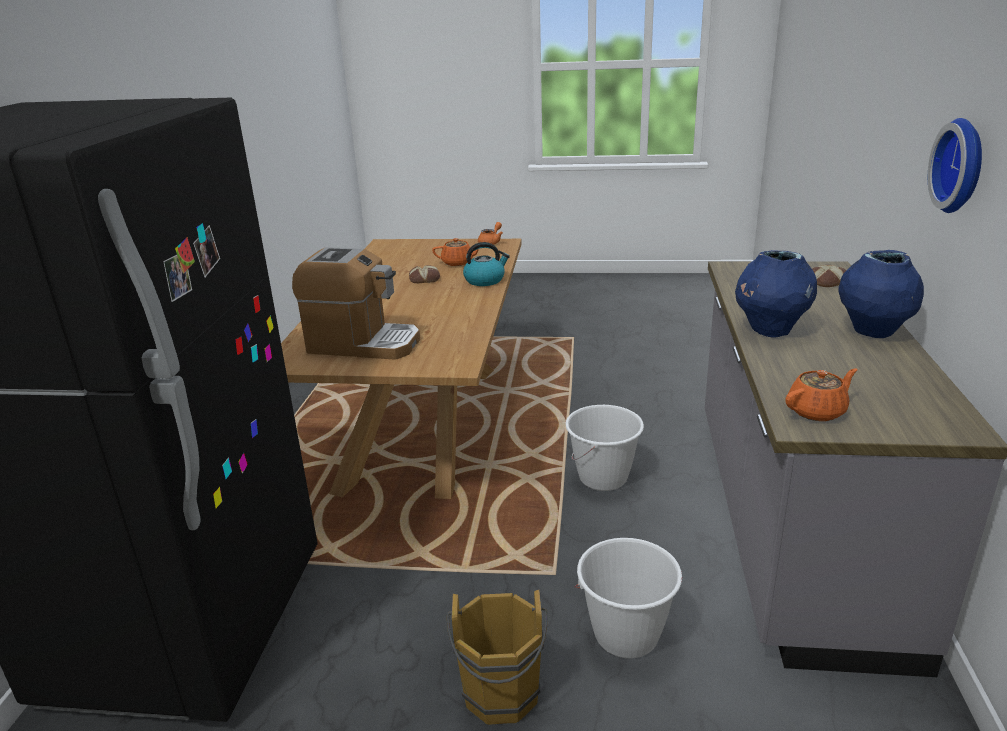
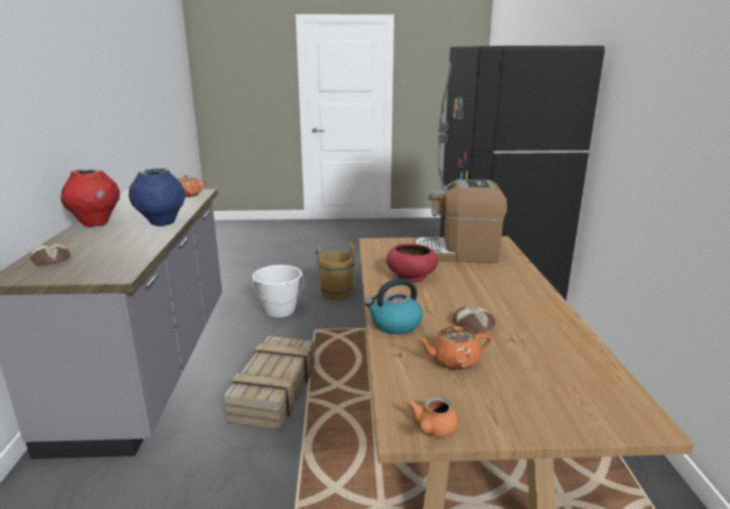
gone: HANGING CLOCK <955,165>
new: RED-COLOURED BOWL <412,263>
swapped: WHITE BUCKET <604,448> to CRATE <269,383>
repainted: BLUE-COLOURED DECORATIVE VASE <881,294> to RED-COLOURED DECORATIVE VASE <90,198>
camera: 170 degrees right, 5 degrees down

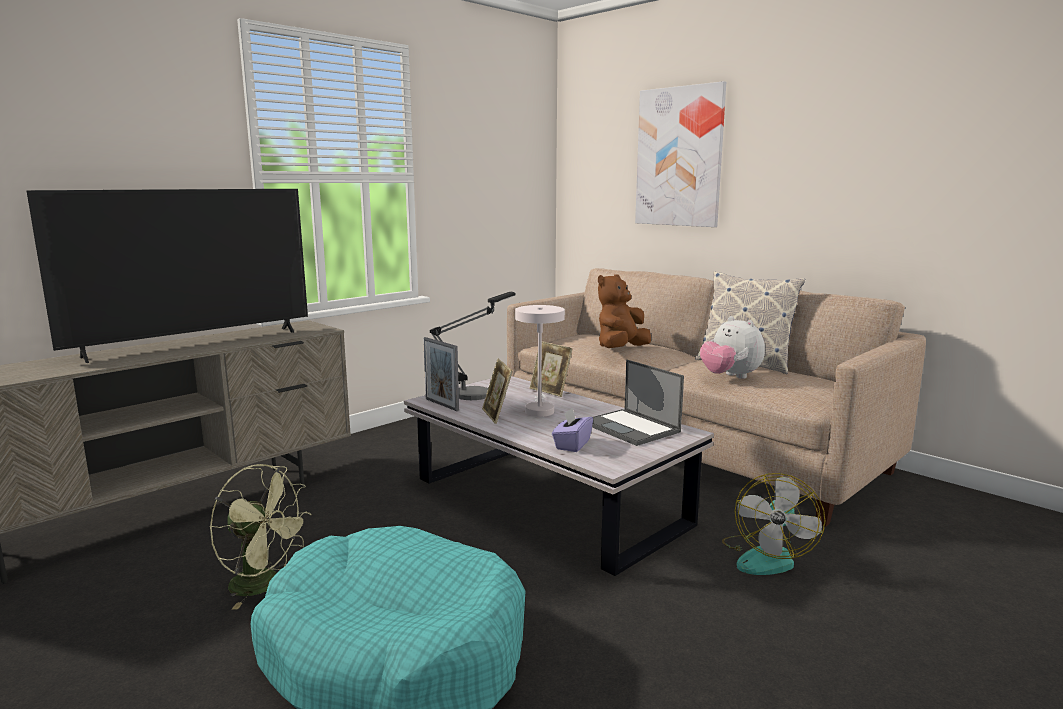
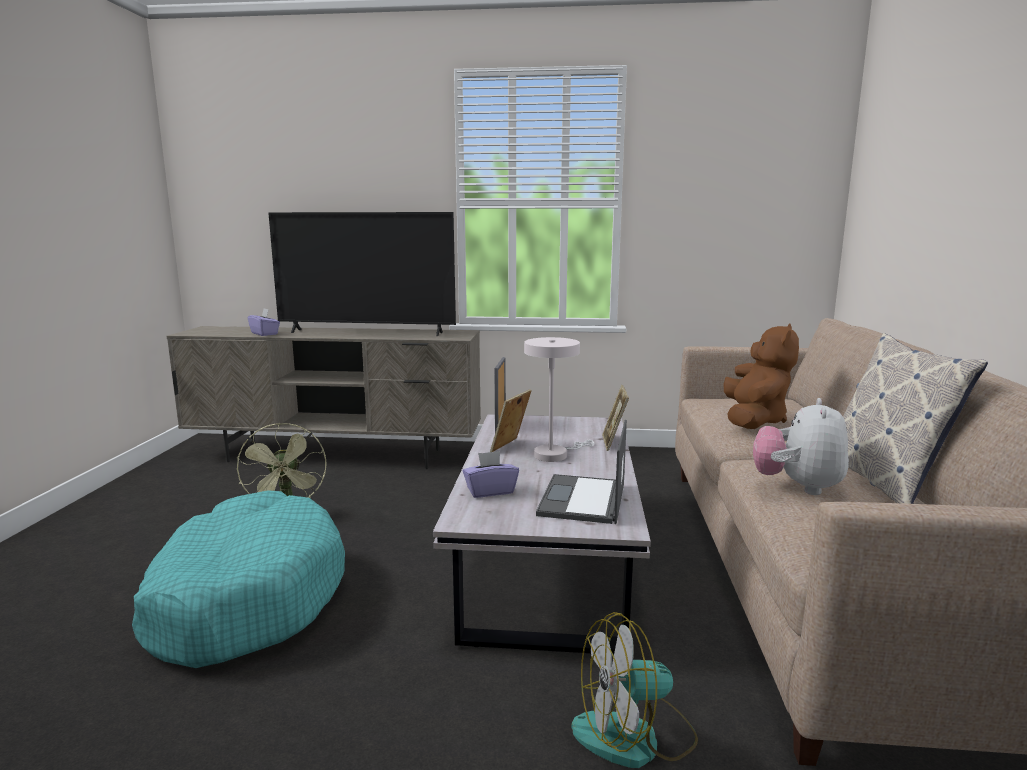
gone: WALL ART <680,154>; LAMP FOR A TABLE <473,346>
new: PURPLE-COLOURED BOX OF TISSUES <264,322>
rotated: BROWN-COLOURED PLUSH TOY <624,311> = <761,376> 105 degrees clockwise
camera: 50 degrees right, 0 degrees up

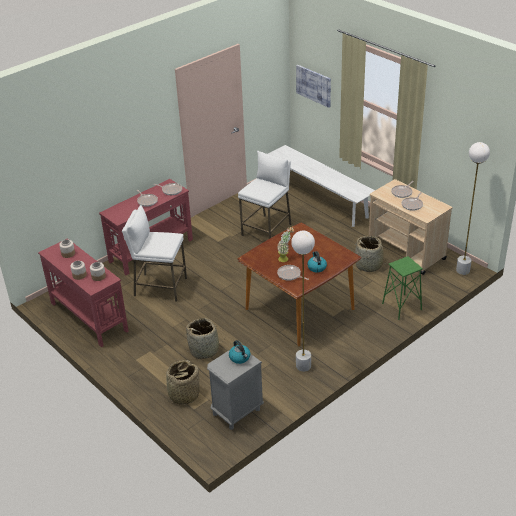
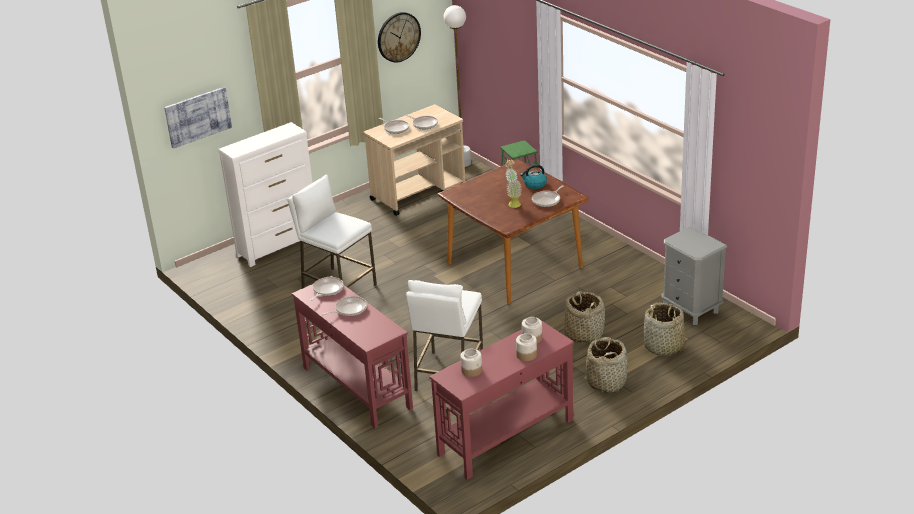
gone: WHITE STANDING LAMP <303,301>; KETTLE <239,352>
new: HANGING CLOCK <399,37>
shifted: STORAGE BASKET <372,254> to <607,365>
swapped: WHITE LONG SEAT <321,186> to WHITE DRAWER CHEST <265,194>
camera: 85 degrees left, 5 degrees down

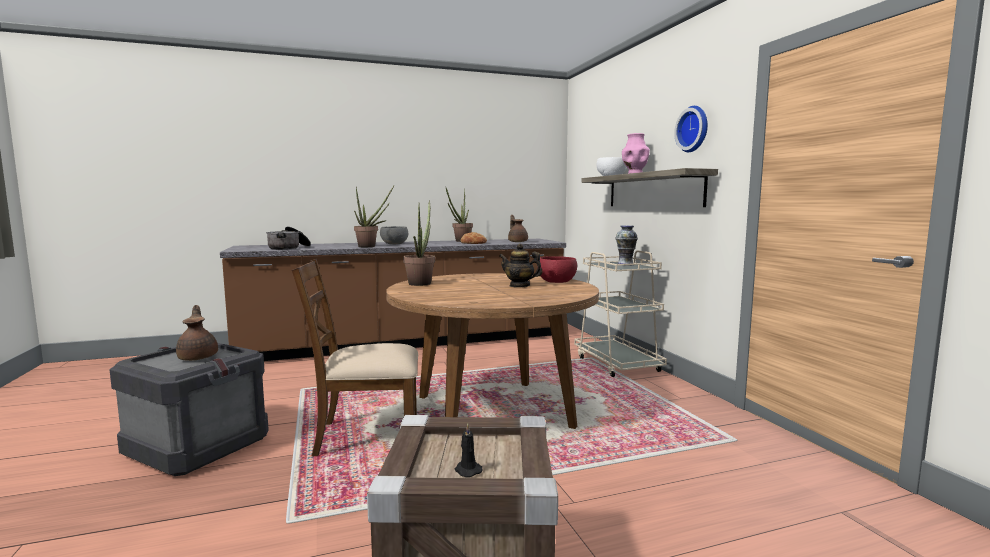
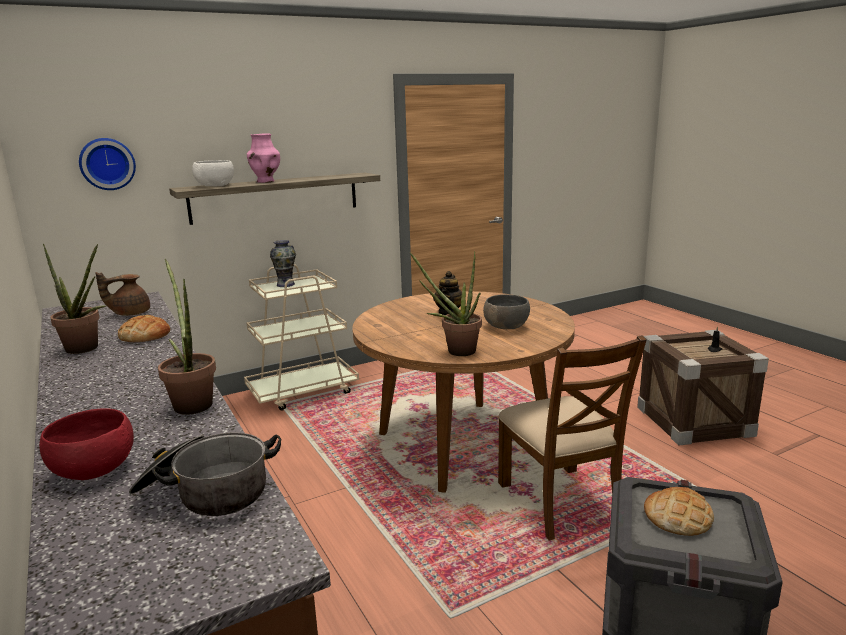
shifted: HANGING CLOCK <691,129> to <107,164>; GREY BOWL <394,235> to <506,312>; RED-COLOURED BOWL <557,269> to <86,444>
swapped: BROWN-COLOURED POT FOR TEA <197,333> to BAKED BREAD <679,511>
camera: 100 degrees left, 10 degrees up

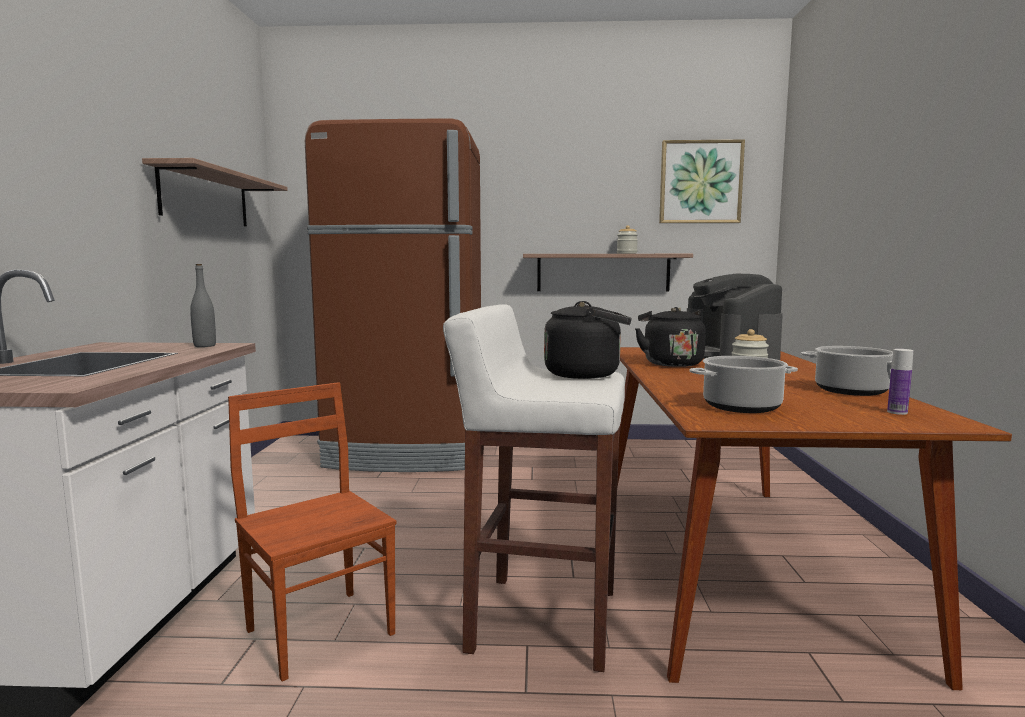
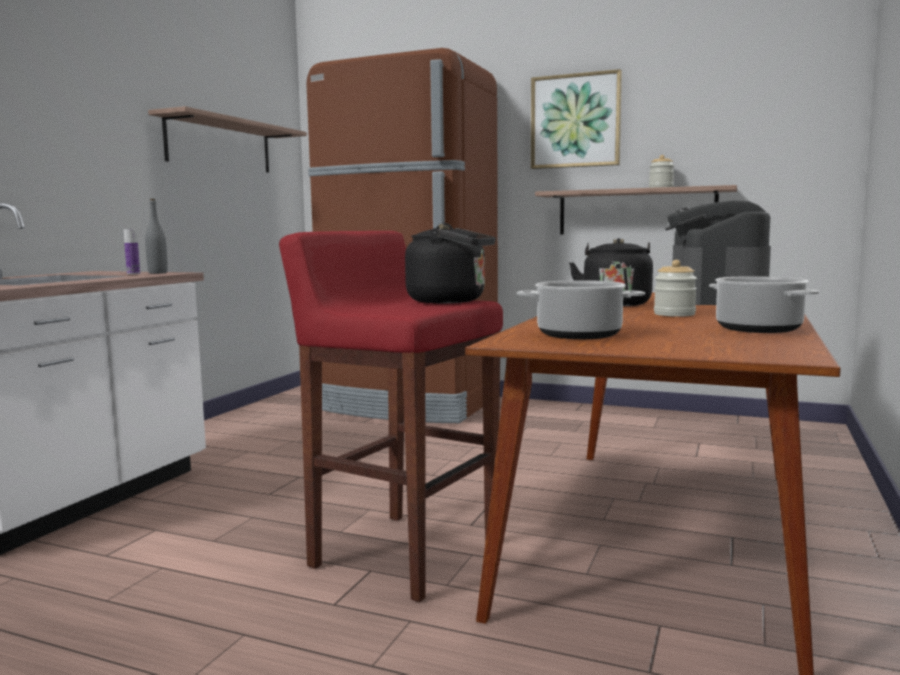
gone: BROWN-COLOURED PLAIN CHAIR <312,531>
shifted: WALL ART <702,181> to <576,119>; DRINK BOTTLE <900,382> to <132,251>
repainted: WHITE STOOL SEAT <534,488> to RED-COLOURED STOOL SEAT <391,416>
camera: 20 degrees right, 0 degrees up

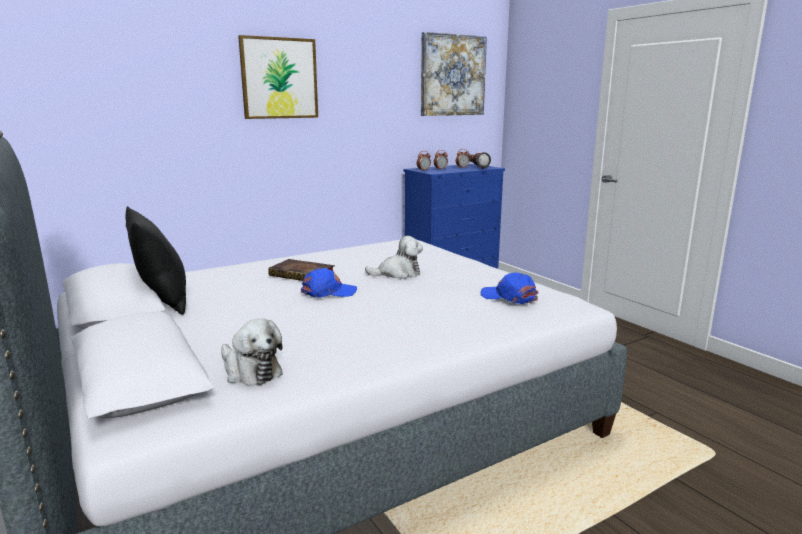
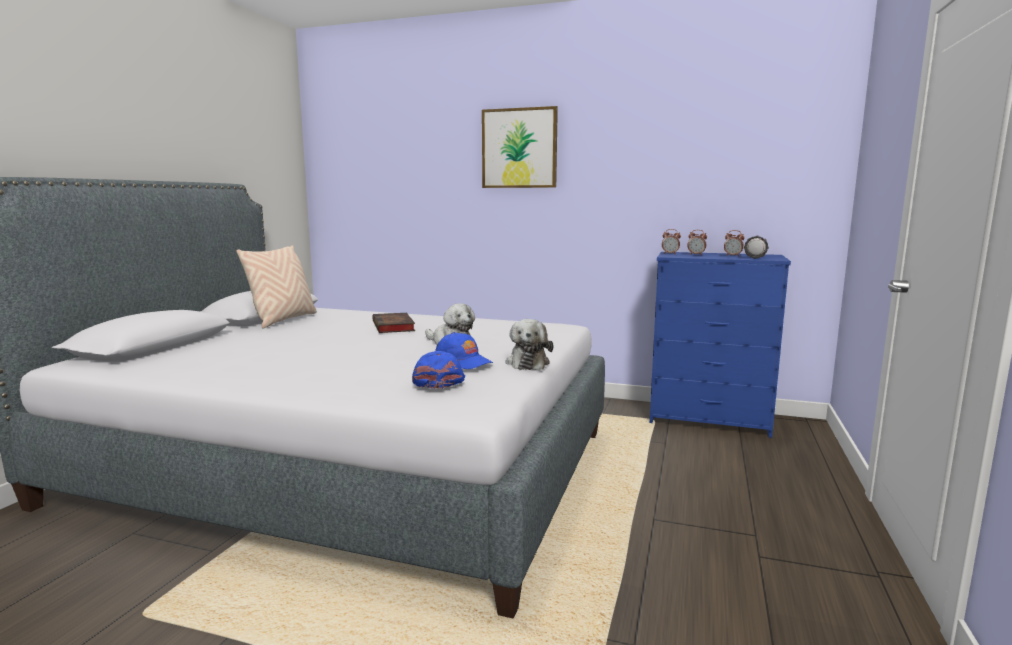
gone: WALL ART <454,74>
shifted: BLUE-COLOURED BASEBALL CAP <329,283> to <464,350>; PLUSH TOY <252,352> to <530,344>
repainted: BLACK-COLOURED CUSHION <156,260> to BEIGE-COLOURED CUSHION <276,287>
camera: 50 degrees right, 5 degrees down

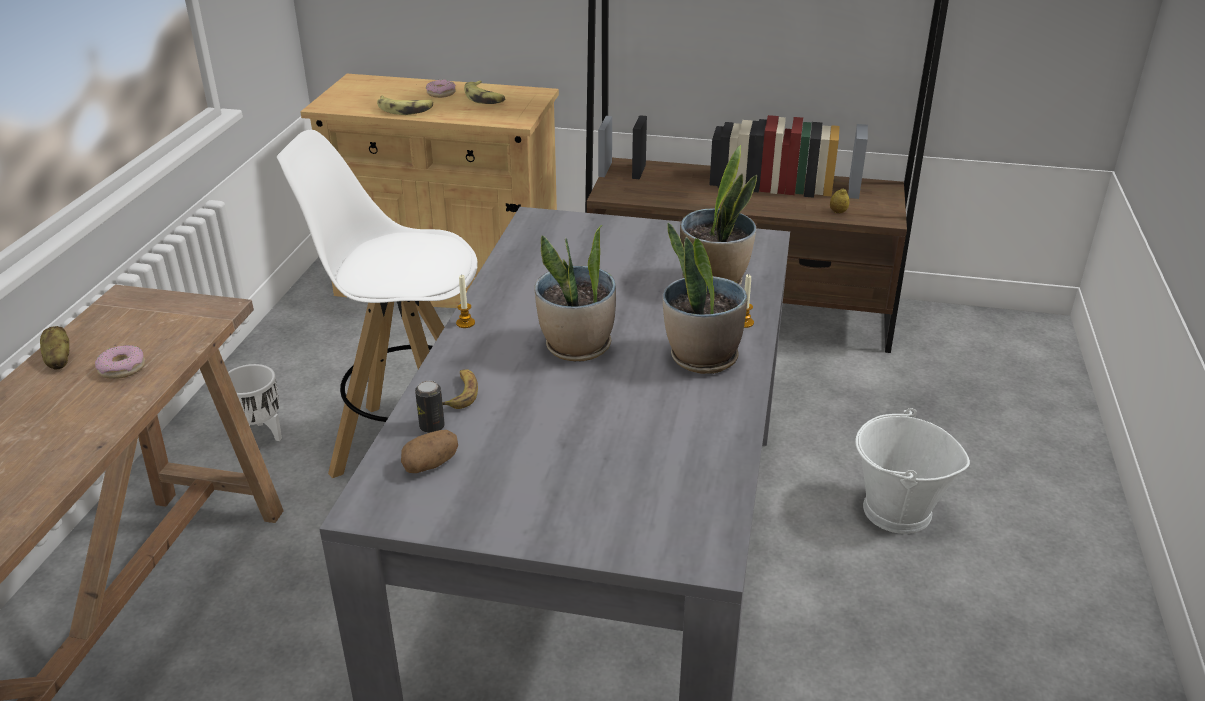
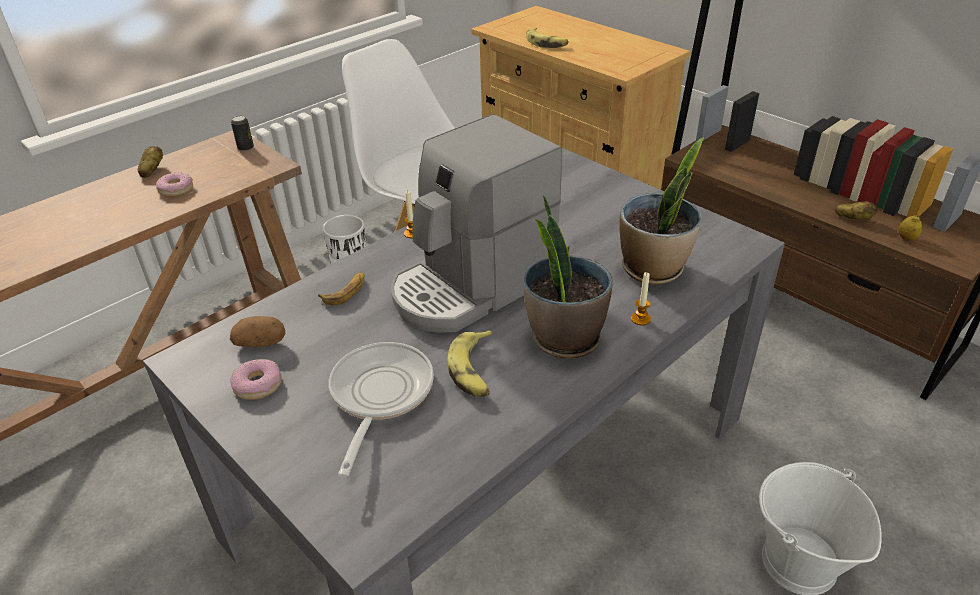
new: POTATO <856,210>; SKILLET <381,409>
shifted: DOUGHNUT <441,88> to <255,379>; WHOLE BANANA <484,92> to <470,363>; SEALED CAN <430,407> to <242,133>
swapped: HOUSEPLANT <575,293> to COFFEE MACHINE <476,223>
camera: 35 degrees right, 5 degrees up

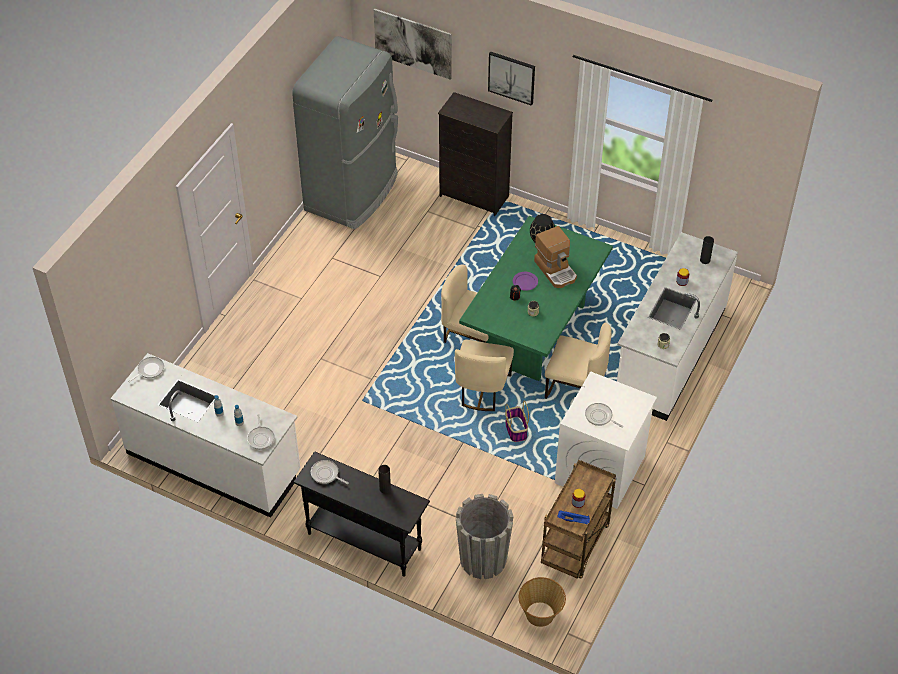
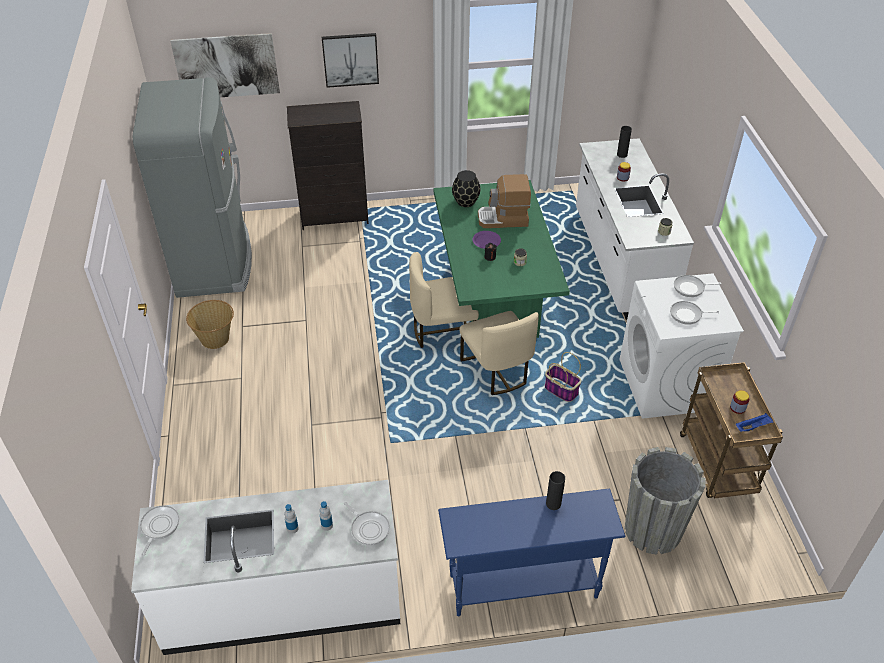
gone: BEIGE-COLOURED PLAIN CHAIR <578,361>
shifted: SKILLET <330,472> to <697,286>; STORAGE BASKET <542,602> to <210,324>
repainted: BLACK-COLOURED CONSOLE TABLE <361,514> to BLUE-COLOURED CONSOLE TABLE <532,552>
rotated: COFFEE MACHINE <555,257> = <504,201> 150 degrees clockwise
camera: 35 degrees left, 5 degrees down

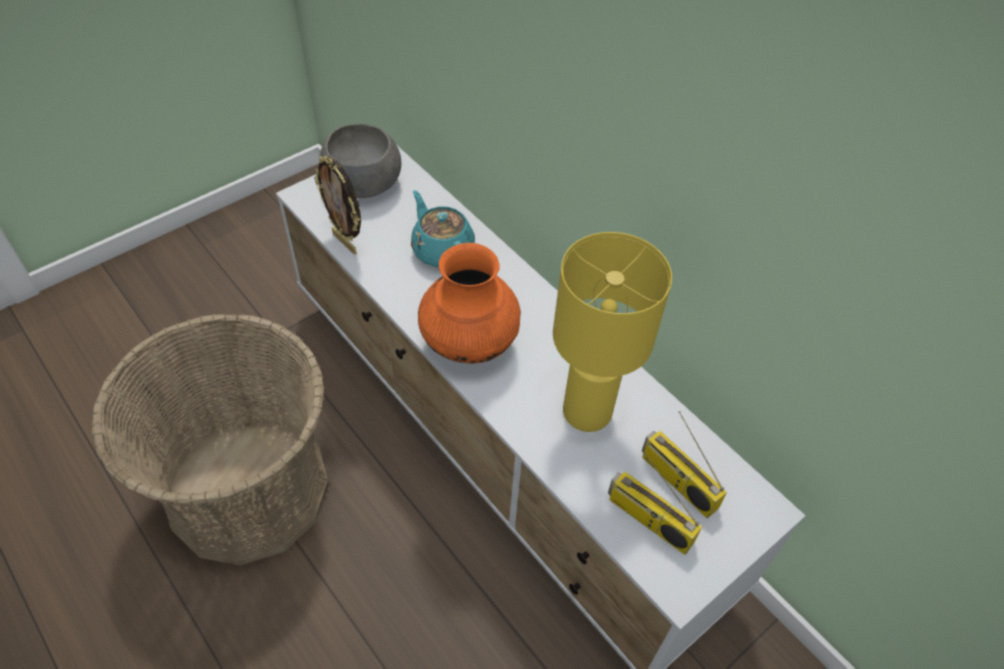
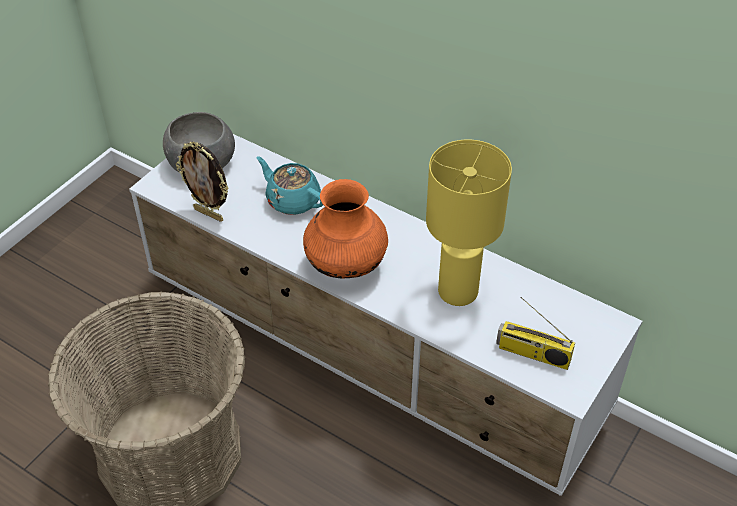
gone: RADIO RECEIVER <684,465>
camera: 15 degrees left, 5 degrees down

